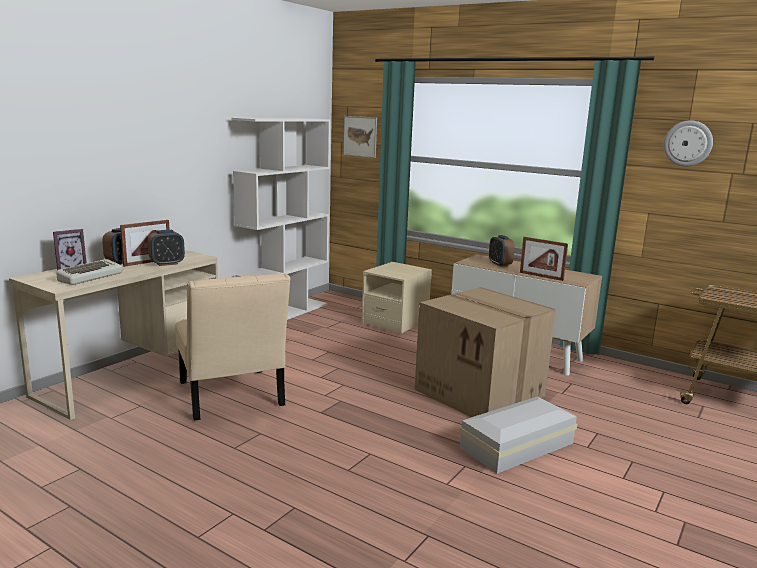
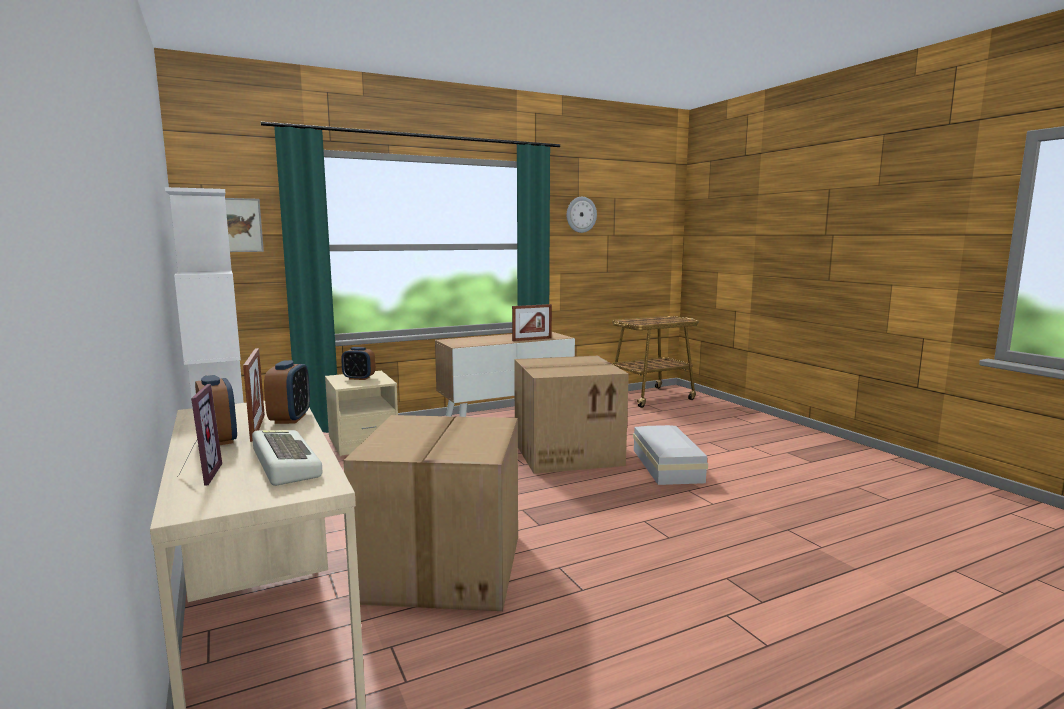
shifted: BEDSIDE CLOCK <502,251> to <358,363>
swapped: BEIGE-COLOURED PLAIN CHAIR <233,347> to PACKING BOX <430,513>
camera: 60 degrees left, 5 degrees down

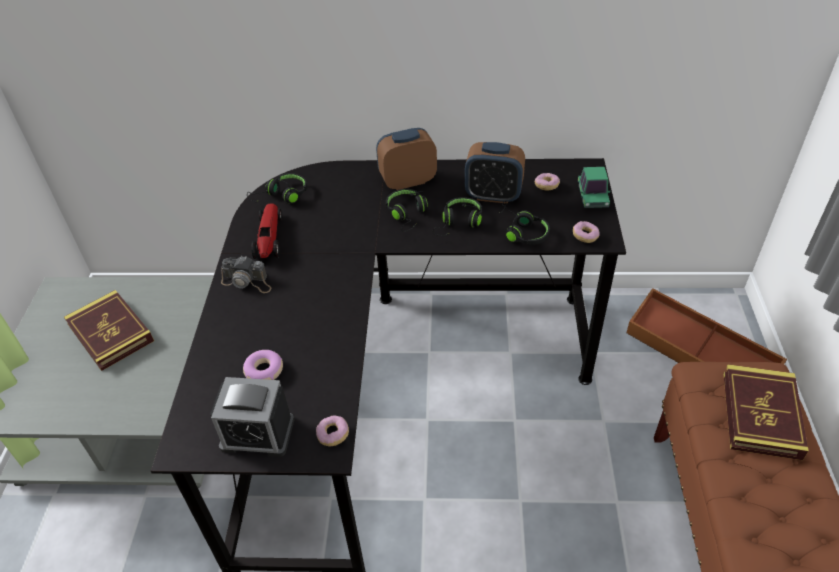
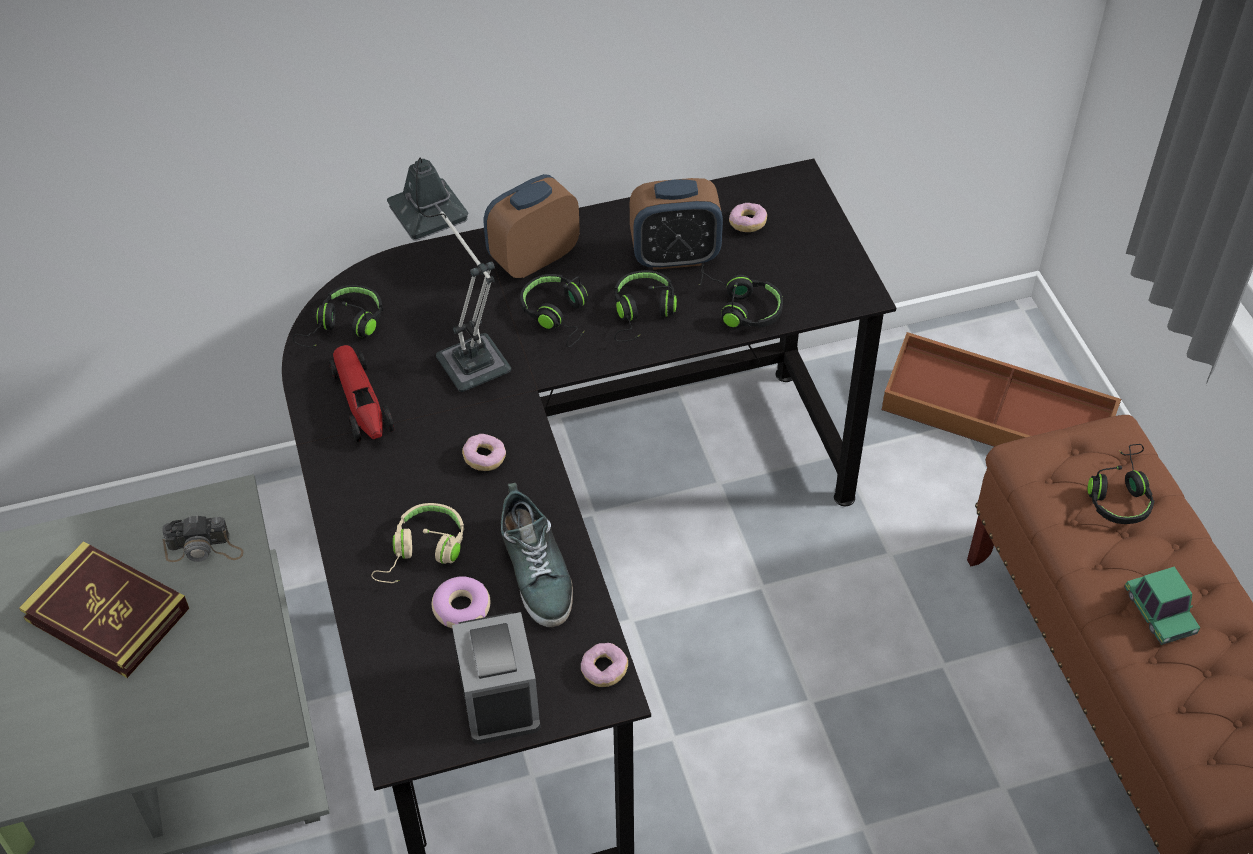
new: LAMP FOR A TABLE <449,274>; LOW SHOE <537,555>; BEIGE-COLOURED HEADSET <417,543>
shifted: MINIATURE CAR <594,187> to <1162,605>; DOUGHNUT <586,232> to <484,452>; STILL CAMERA <246,274> to <202,538>
swapped: BOOK <766,412> to BLACK-COLOURED HEADSET <1121,484>
rotated: BEDSIDE CLOCK <252,417> = <496,678> 90 degrees counterclockwise
camera: 20 degrees left, 5 degrees up

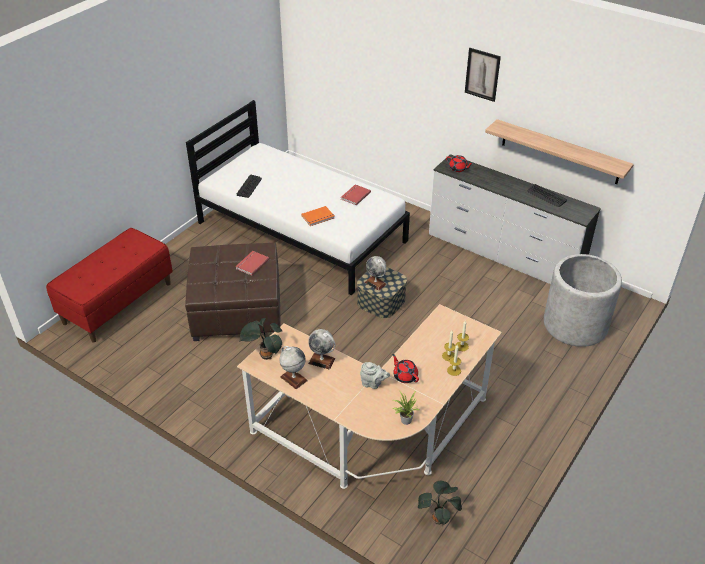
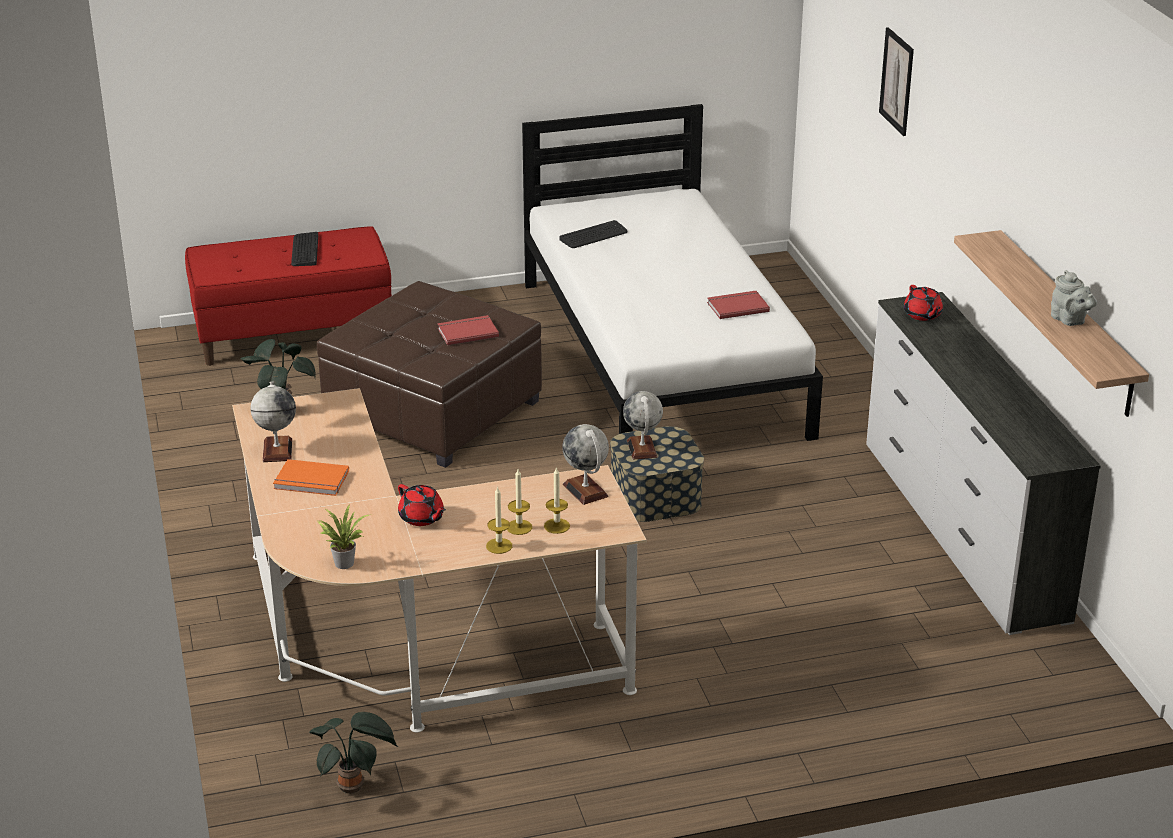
gone: GREY FLOWER POT <583,300>
shifted: WALL ART <483,75> to <896,81>; COMPUTER KEYBOARD <547,195> to <304,249>; ORANGEY BOOK <317,216> to <311,477>; WORLD GLOBE <321,349> to <585,464>; GREY POT FOR TEA <375,375> to <1074,298>
rotated: RED-COLOURED POT FOR TEA <405,368> = <422,505> 135 degrees clockwise
camera: 40 degrees right, 10 degrees down

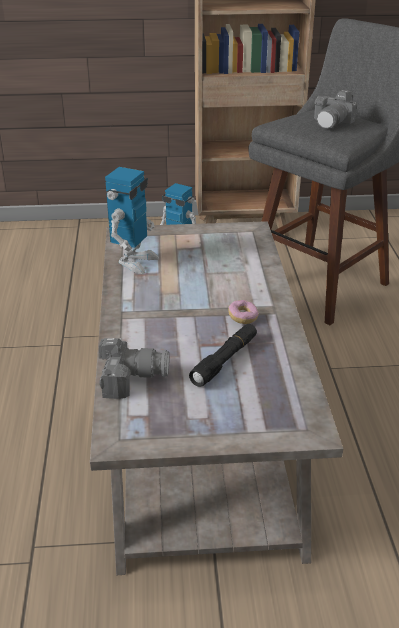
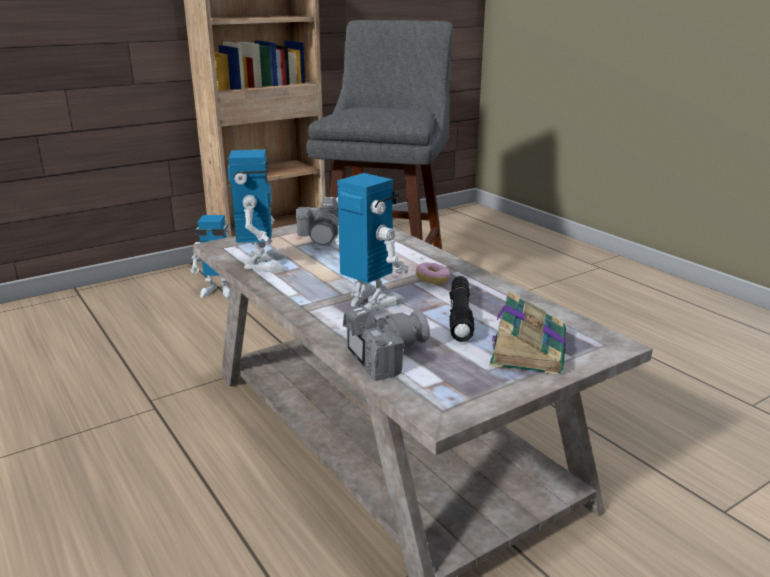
new: MODEL ROBOT <372,242>; BOOK <527,333>
shifted: STILL CAMERA <335,109> to <317,221>
camera: 30 degrees left, 10 degrees down

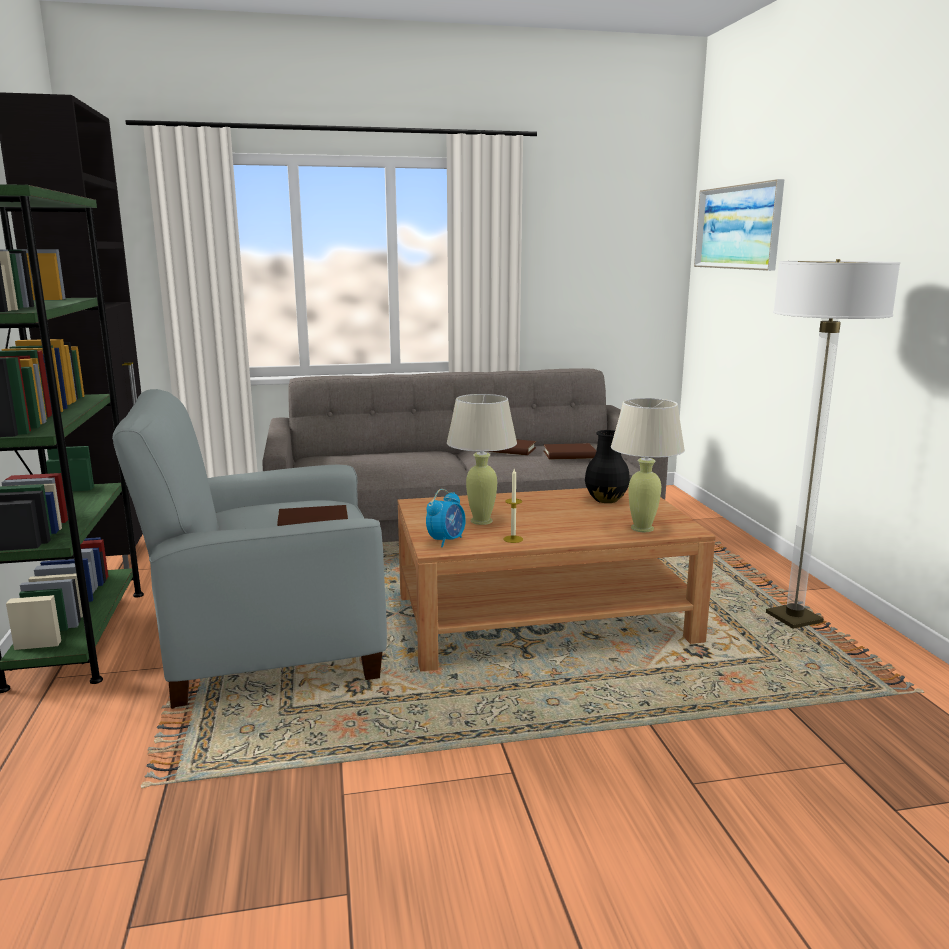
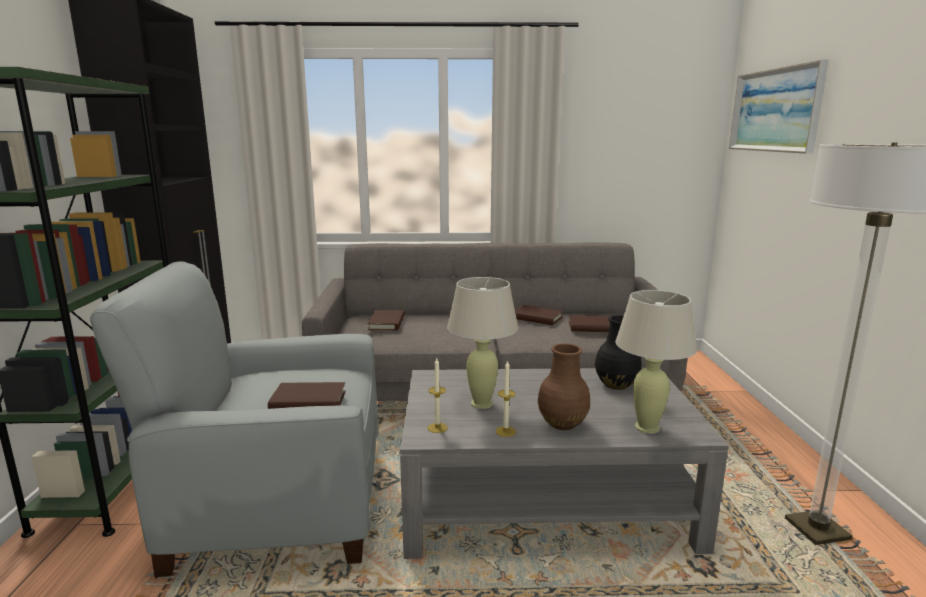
new: BROWN-COLOURED BOOK <386,320>; BROWN-COLOURED DECORATIVE VASE <564,387>
swapped: BEDSIDE CLOCK <446,518> to CANDLE <438,395>
repainted: BROWN-COLOURED COFFEE TABLE <557,578> to GREY COFFEE TABLE <564,463>
camera: 10 degrees right, 0 degrees up

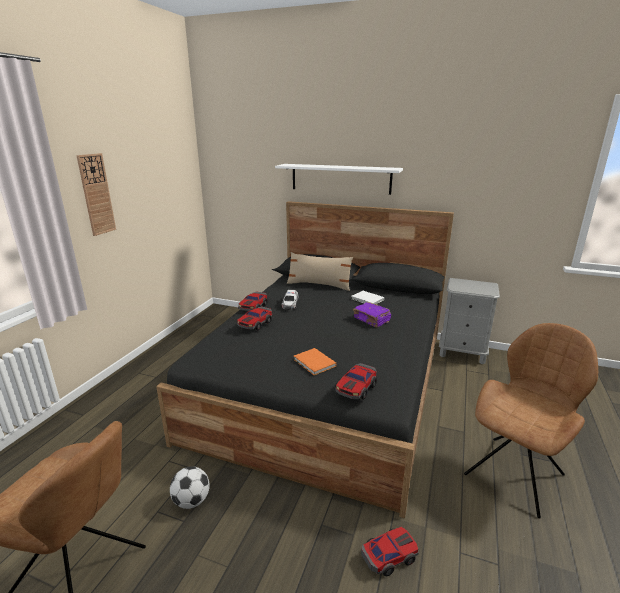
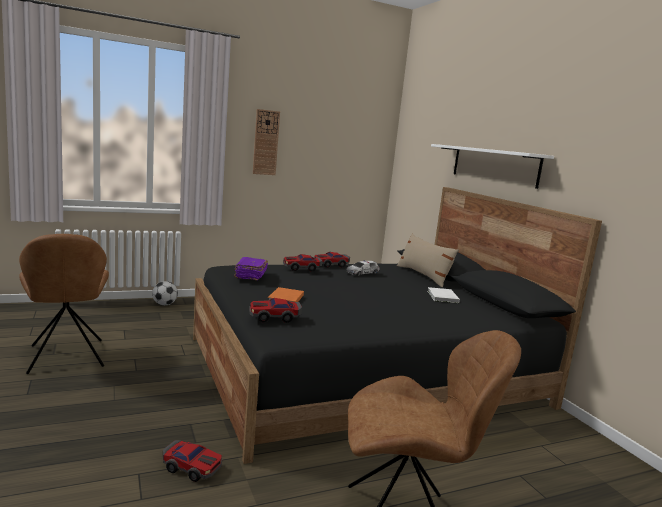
gone: GREY NIGHTSTAND <469,321>
shifted: PURPLE-COLOURED BOOK <372,315> to <251,268>; FOOTBALL BALL <190,487> to <165,293>
camera: 45 degrees right, 10 degrees down

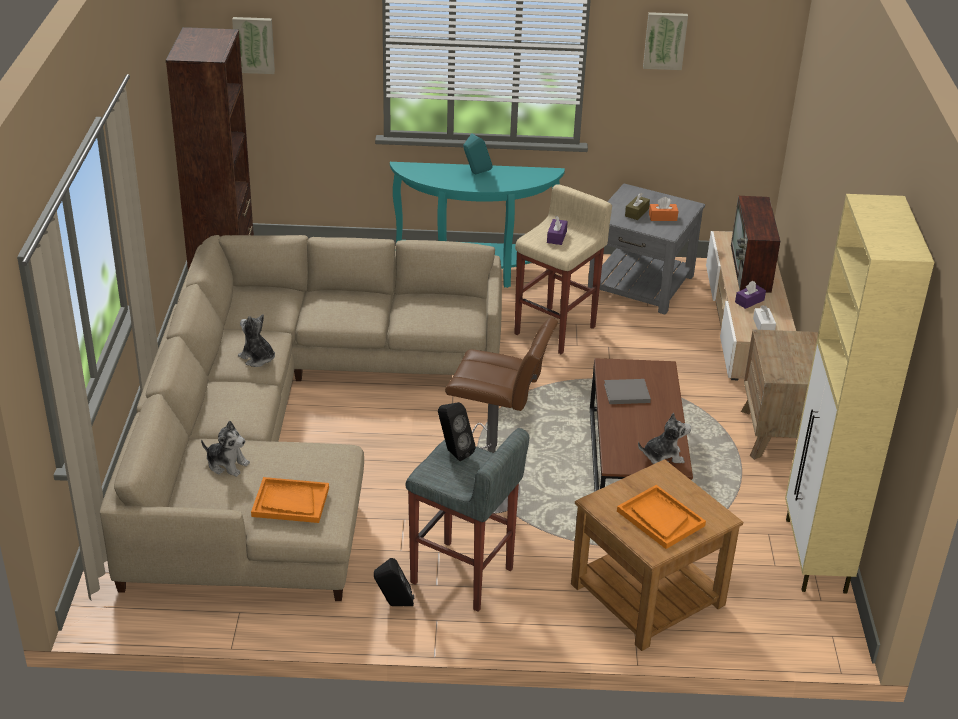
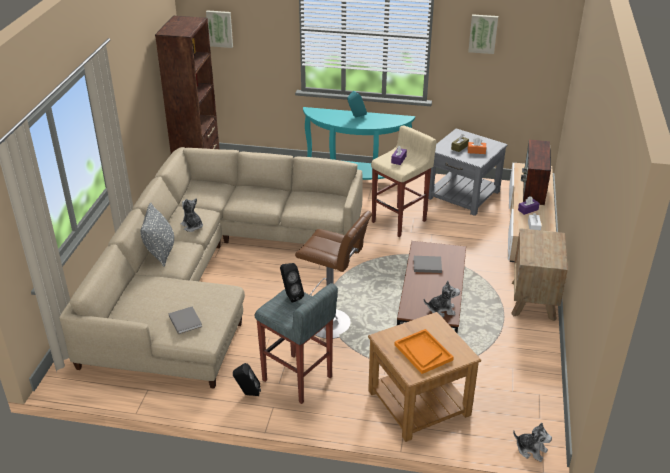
gone: BEIGE-COLOURED STORAGE CABINET <859,394>
new: GREY CUSHION <157,234>
shifted: PLUSH TOY <225,449> to <532,442>
swapped: ORANGEY TRAY <290,500> to GREY BOOK <185,320>
camera: 10 degrees right, 0 degrees up

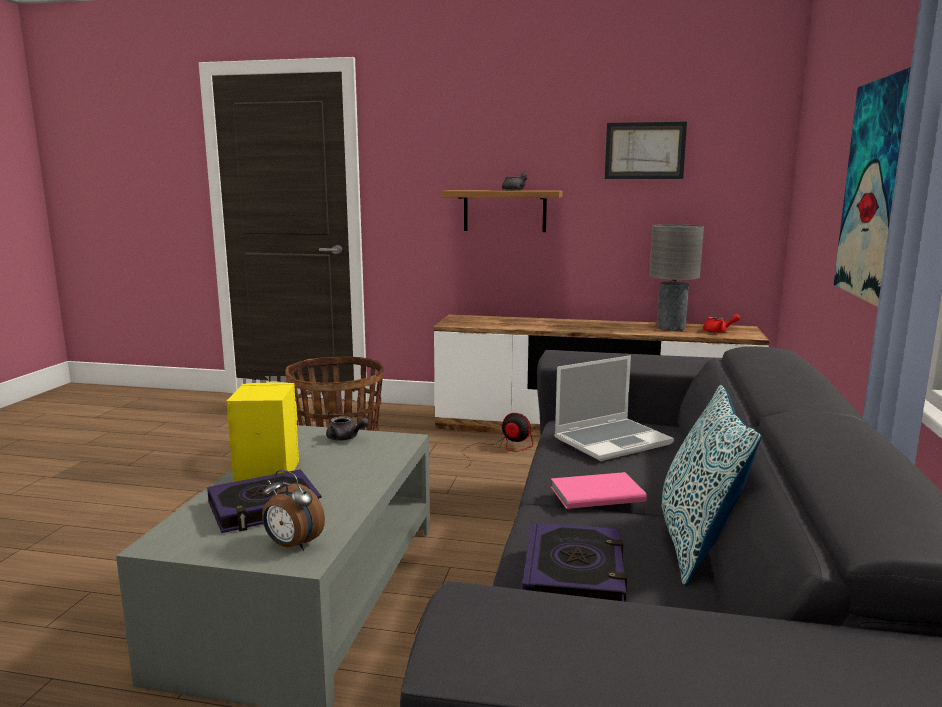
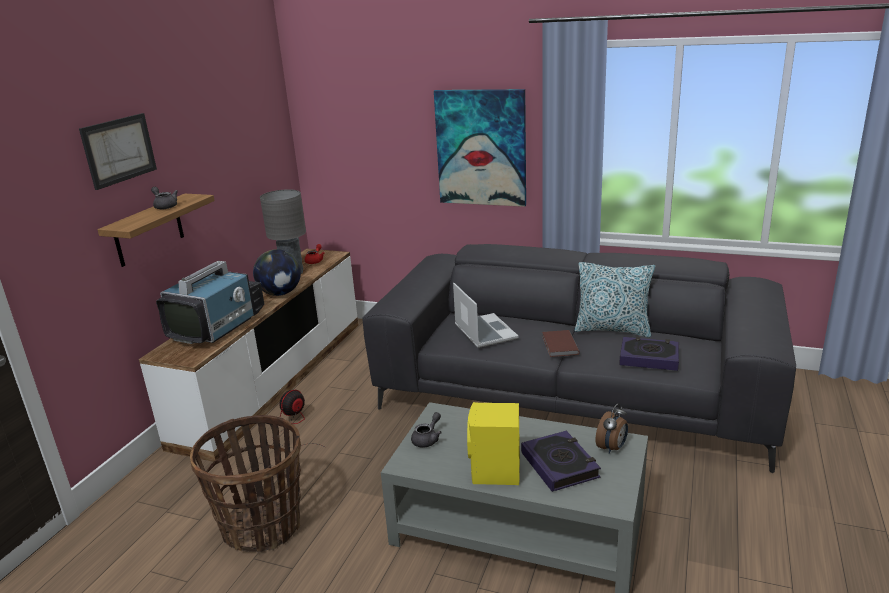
new: WORLD GLOBE <277,272>; TV <210,302>
shifted: WALL ART <646,150> to <118,151>
repainted: PINKISH BOOK <599,490> to BROWN-COLOURED BOOK <561,343>
camera: 80 degrees left, 10 degrees up

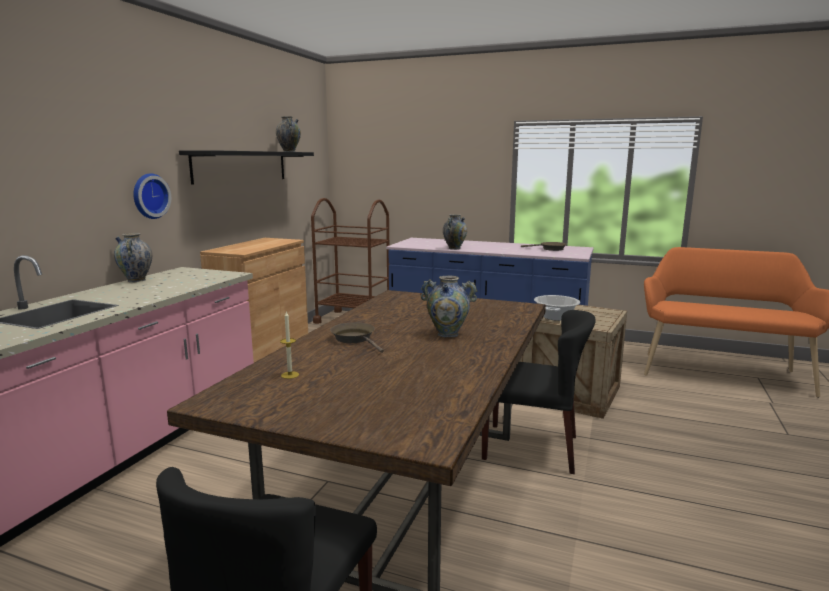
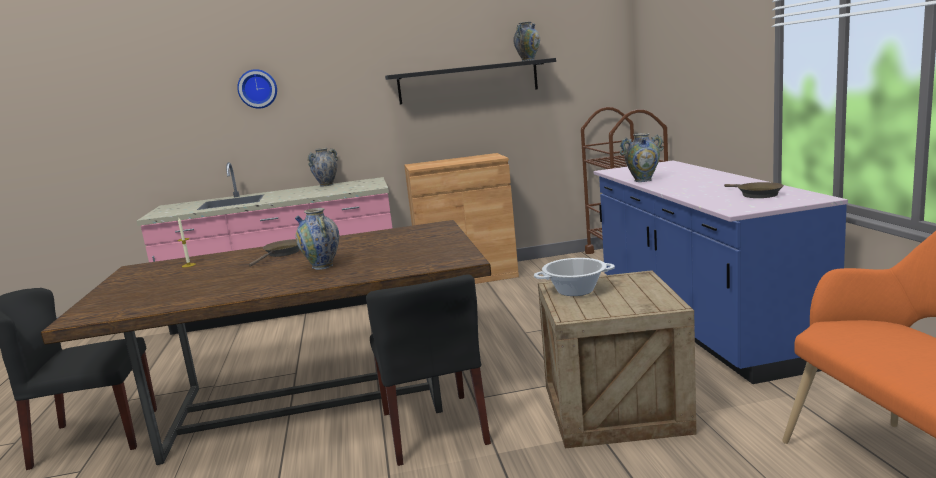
shifted: HANGING CLOCK <152,196> to <257,89>
camera: 60 degrees right, 0 degrees up

